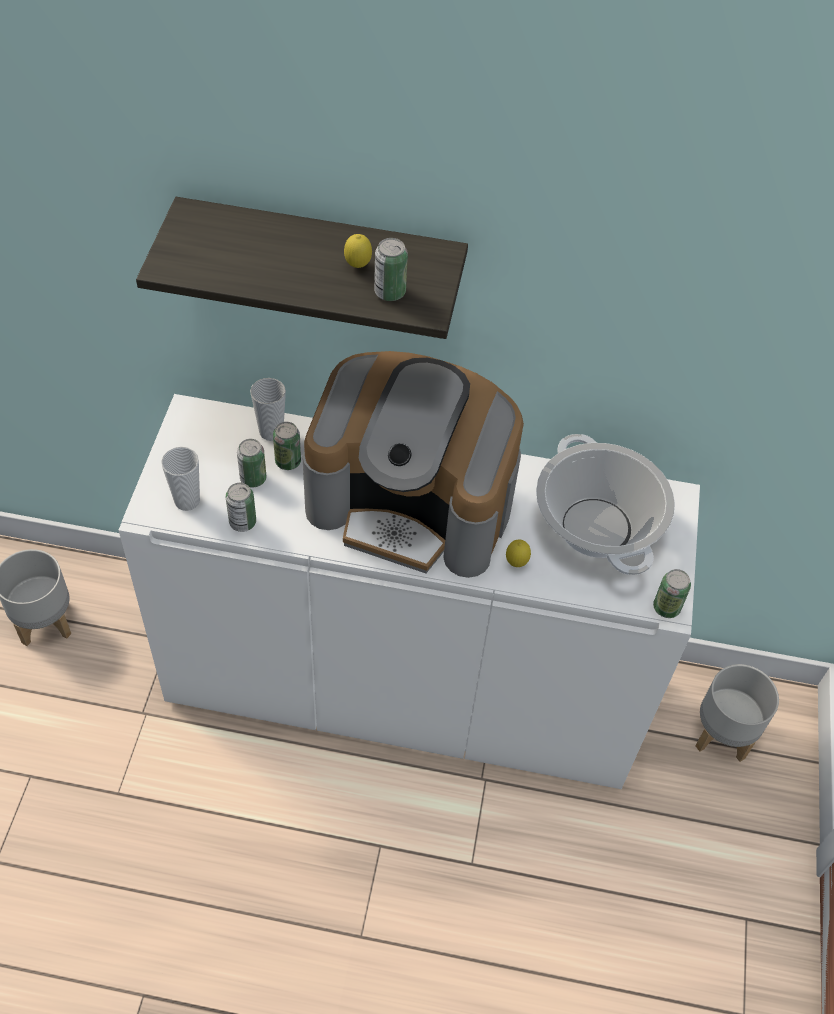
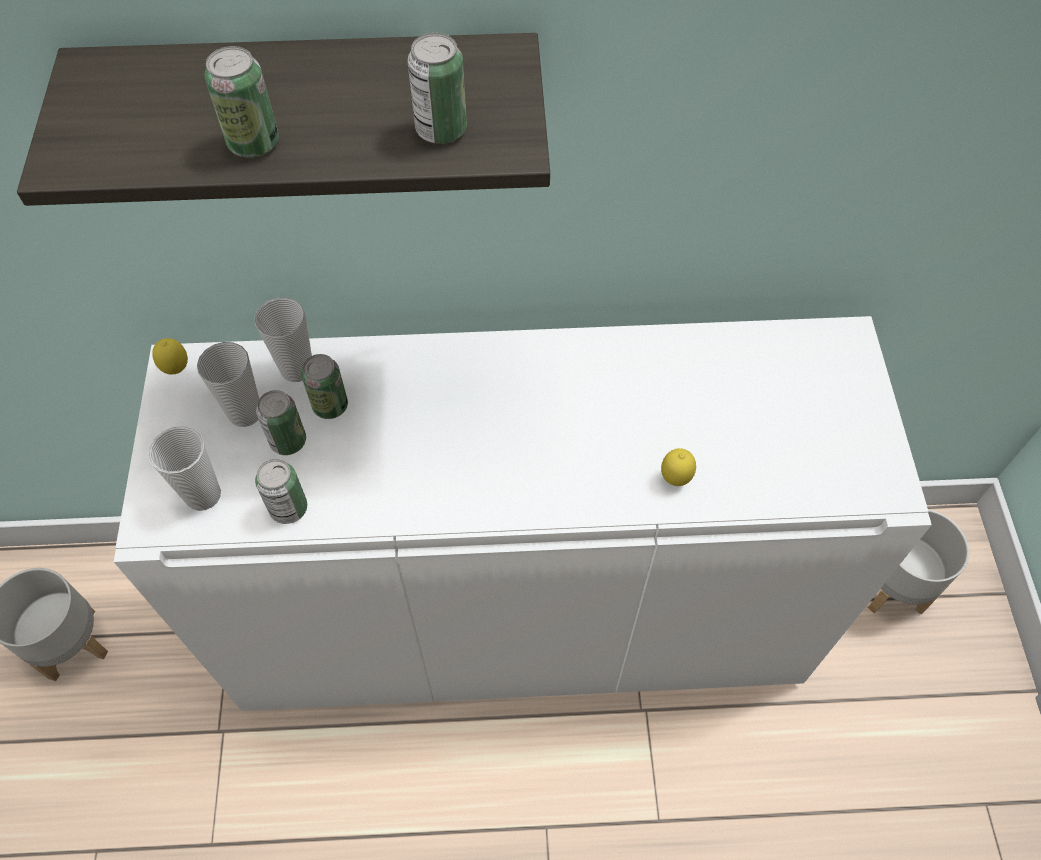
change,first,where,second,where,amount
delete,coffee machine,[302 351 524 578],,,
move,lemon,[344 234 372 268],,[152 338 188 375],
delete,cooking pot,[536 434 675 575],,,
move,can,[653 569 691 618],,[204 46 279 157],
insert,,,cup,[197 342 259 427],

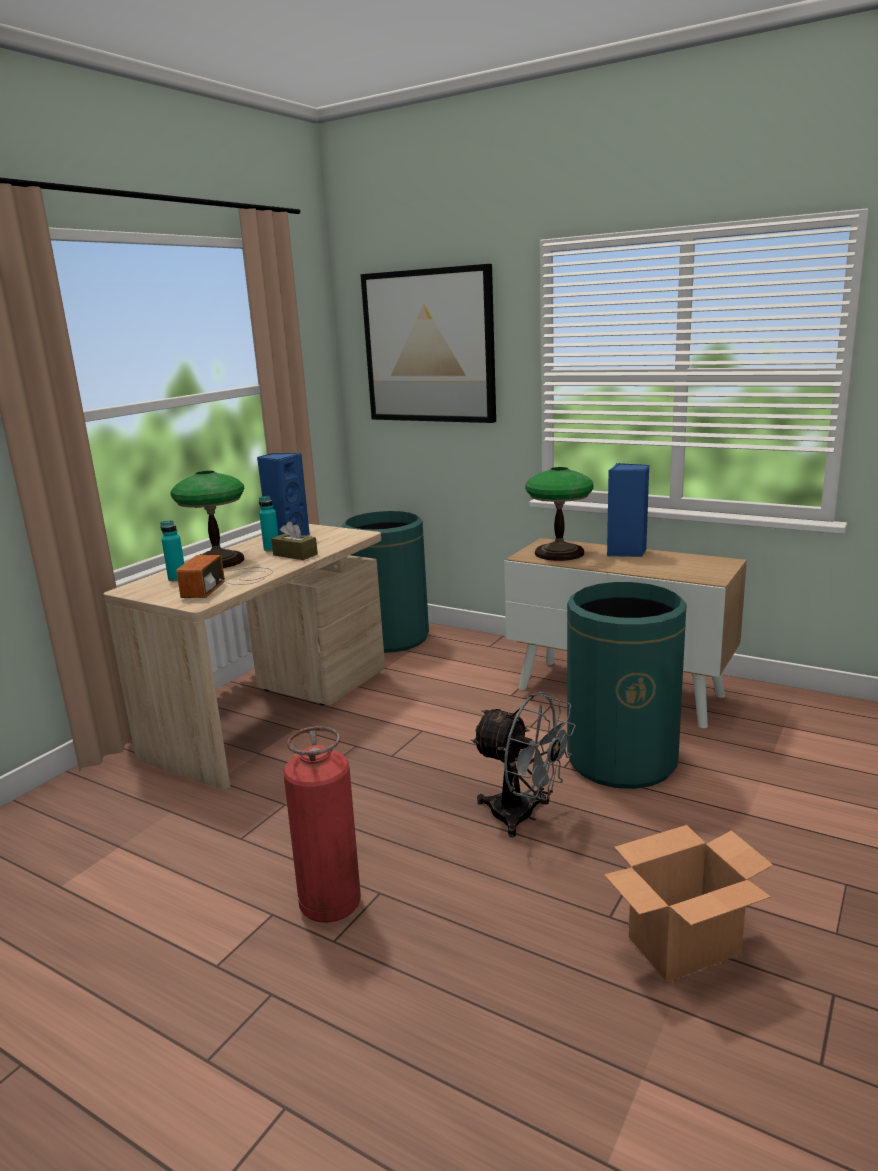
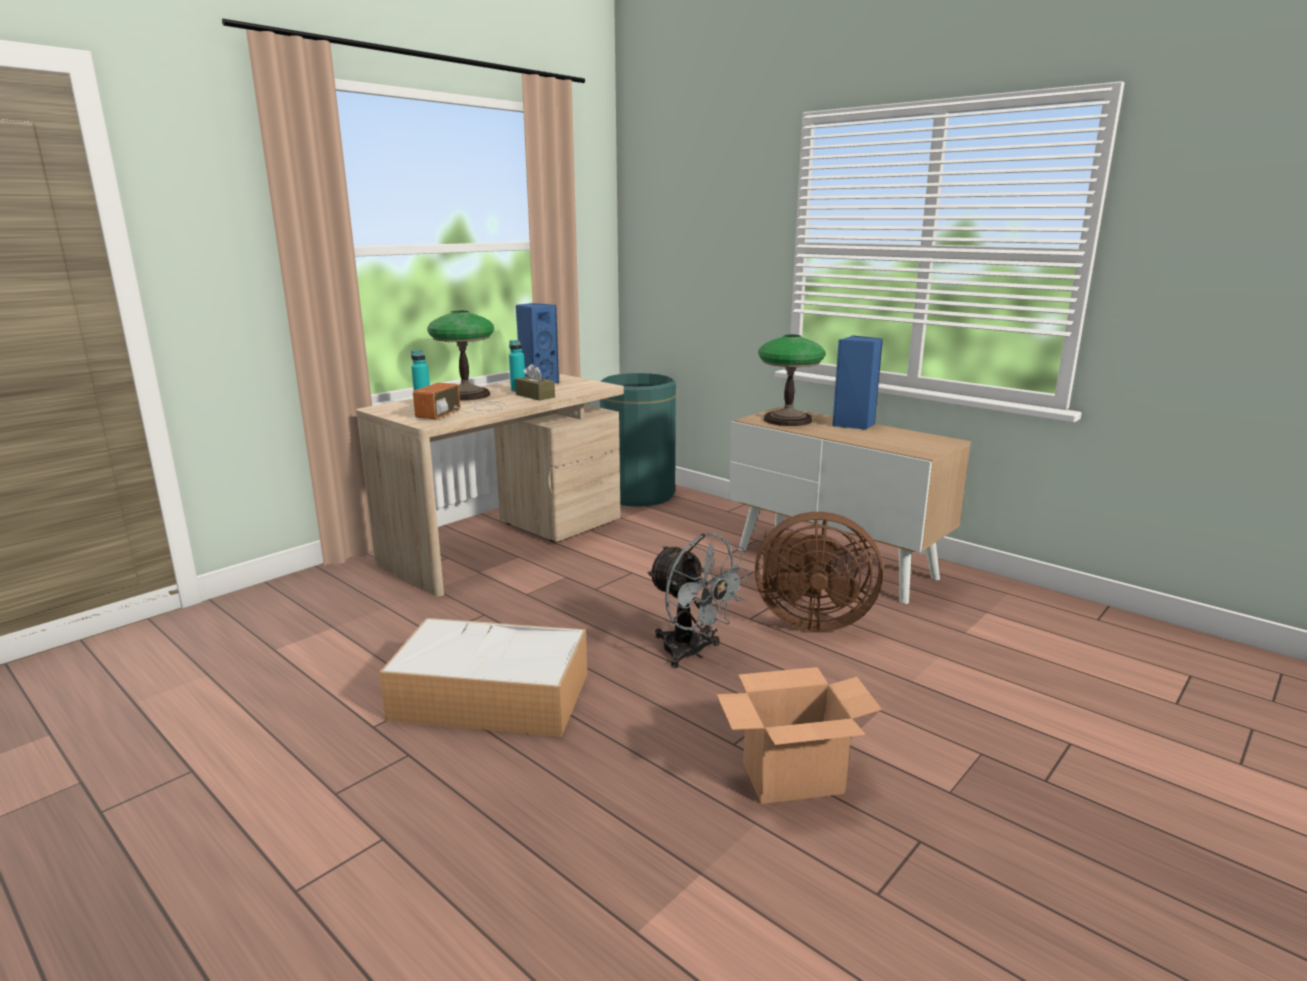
change,first,where,second,where,amount
replace,fire extinguisher,[284 726 361 922],storage box,[379 618 587 737],
delete,picture,[361 264 496 423],,,
replace,green trash can,[567 582 687 789],brown fan,[755 512 883 632],

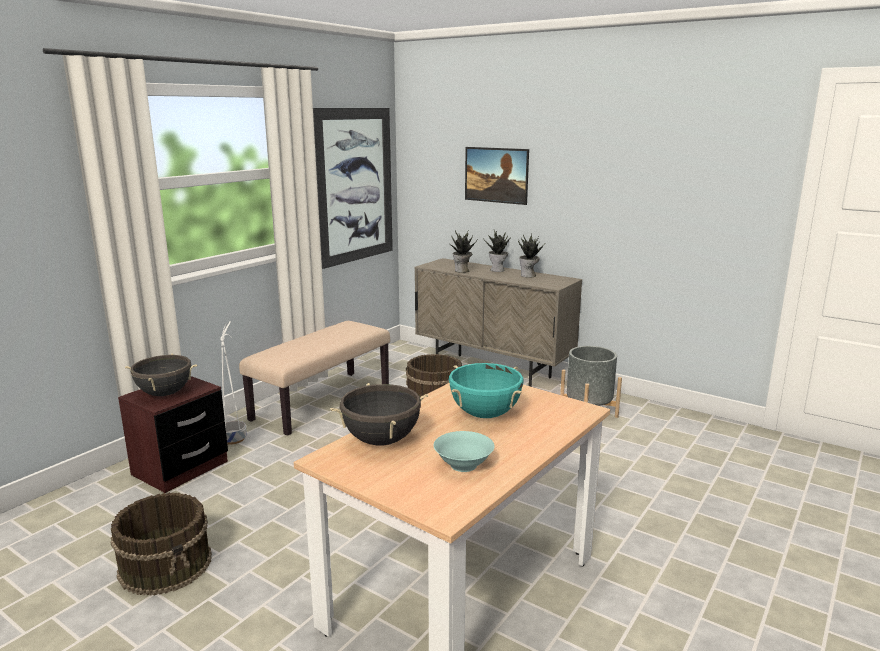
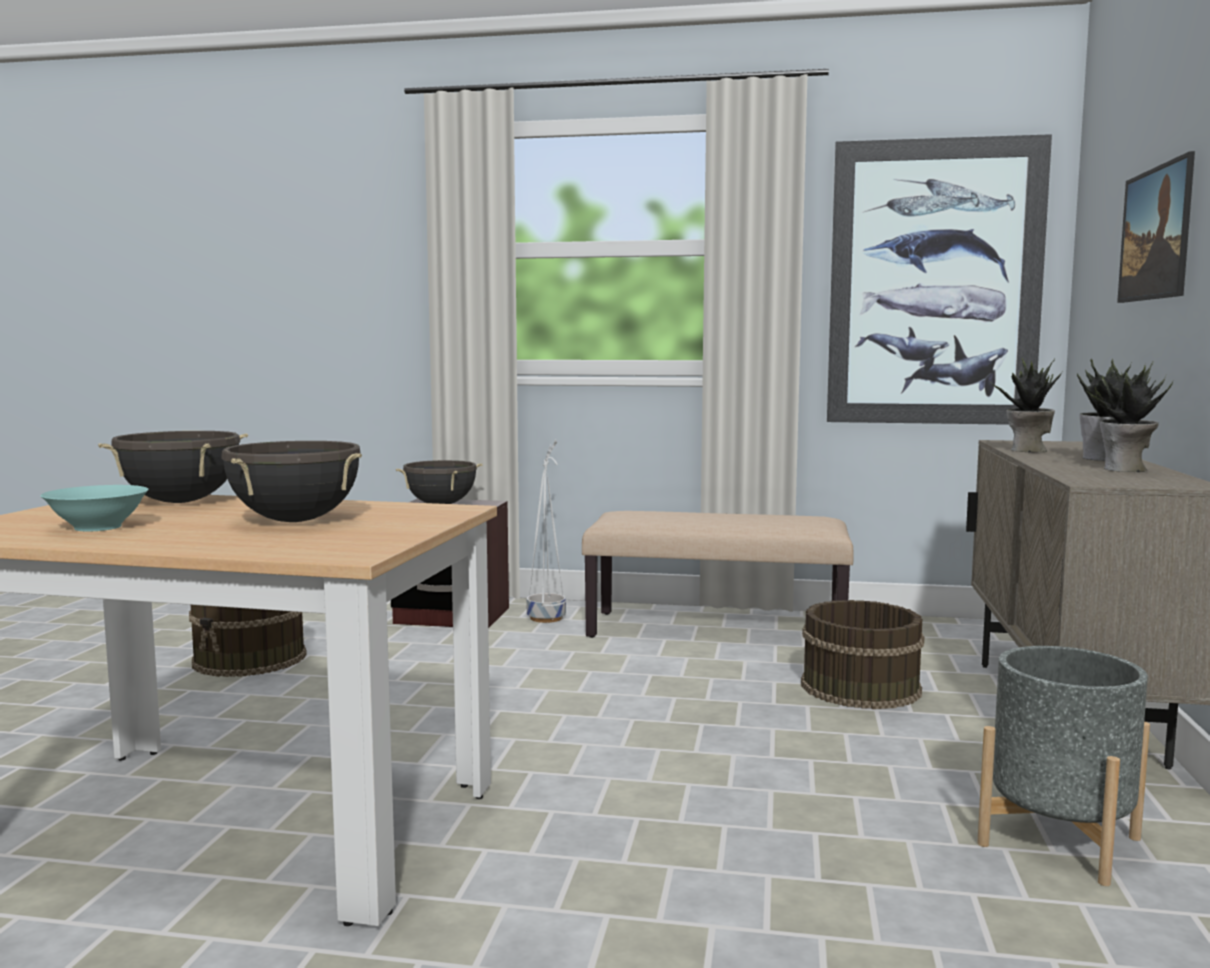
change,first,where,second,where,amount
recolor,turquoise cooking pot,[449 363 524 418],black cooking pot,[221 441 362 522],

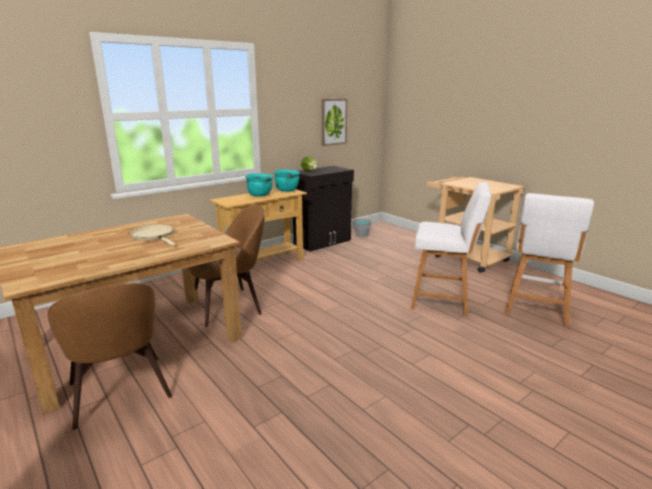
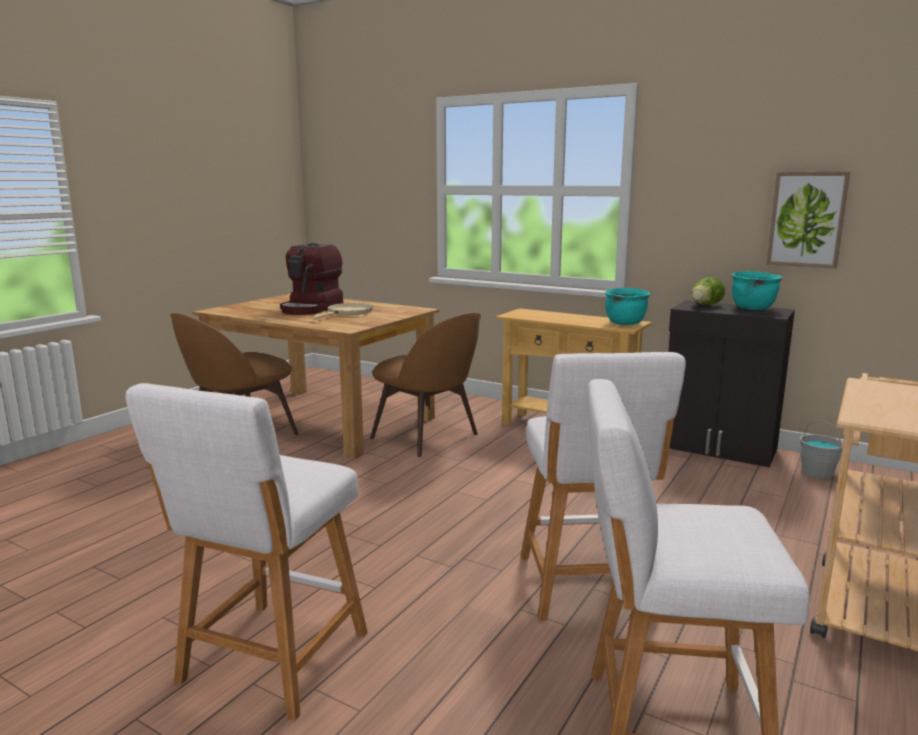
change,first,where,second,where,amount
move,turquoise cooking pot,[245 174 273 197],,[732 271 782 310],
insert,,,white stool,[126 383 368 721],
insert,,,coffee machine,[280 243 343 315],

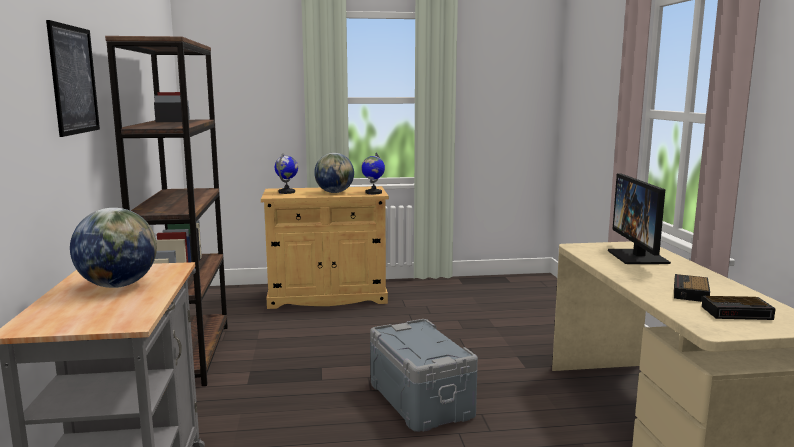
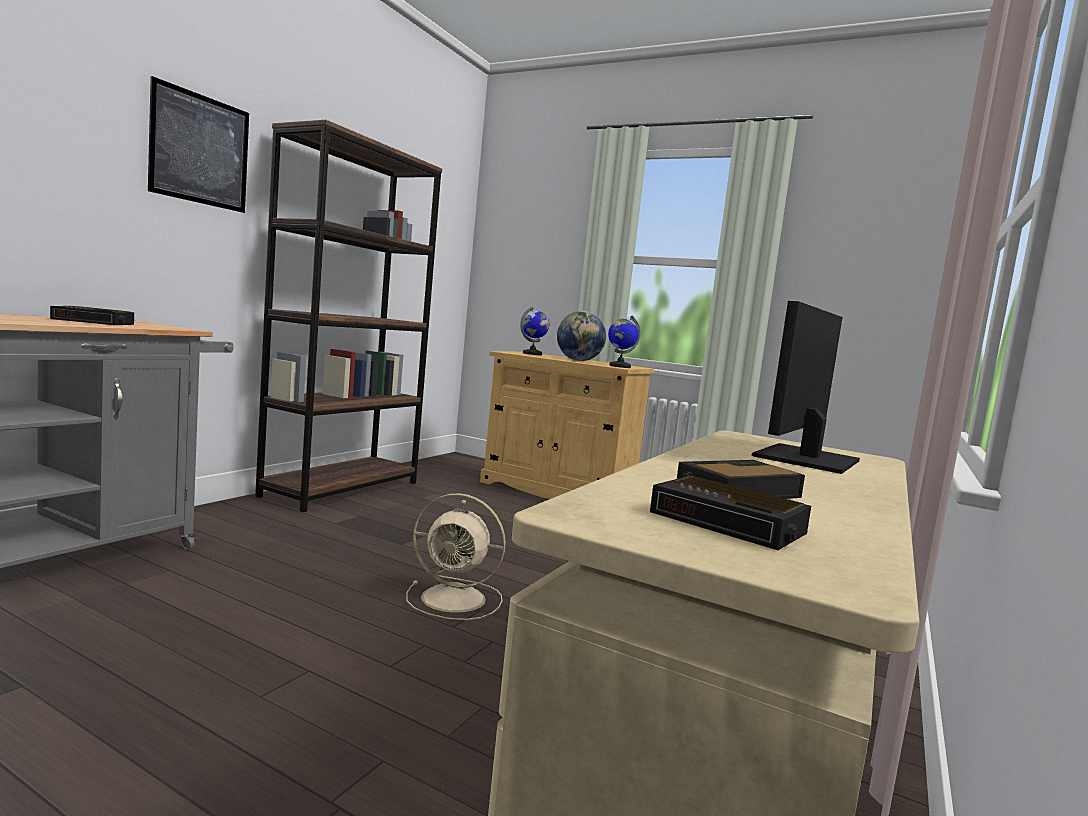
change,first,where,second,where,amount
replace,globe,[70 208 157 288],alarm clock,[50 306 134 325],
replace,grey storage box,[370 319 478 432],beige fan,[406 493 506 620],

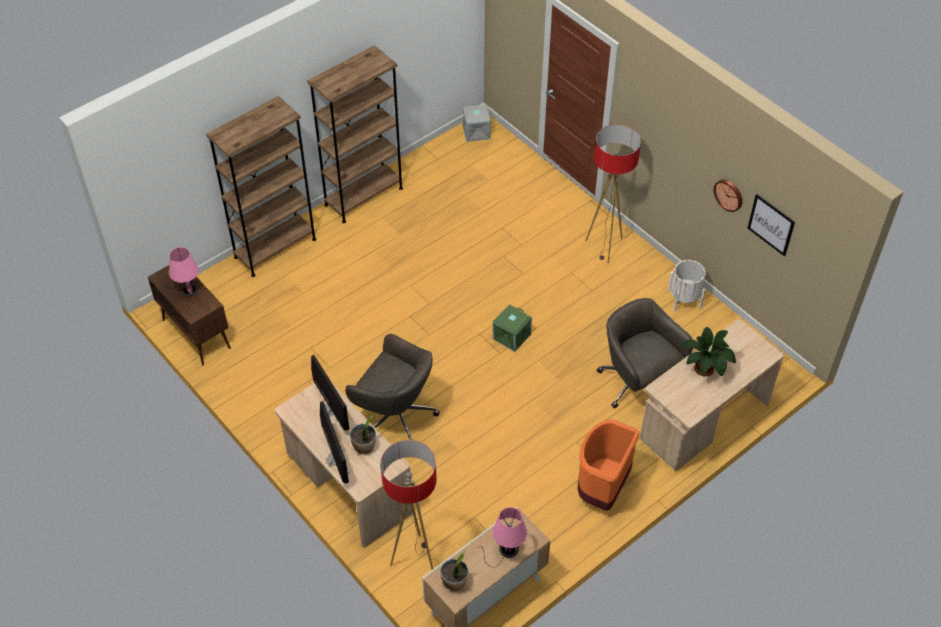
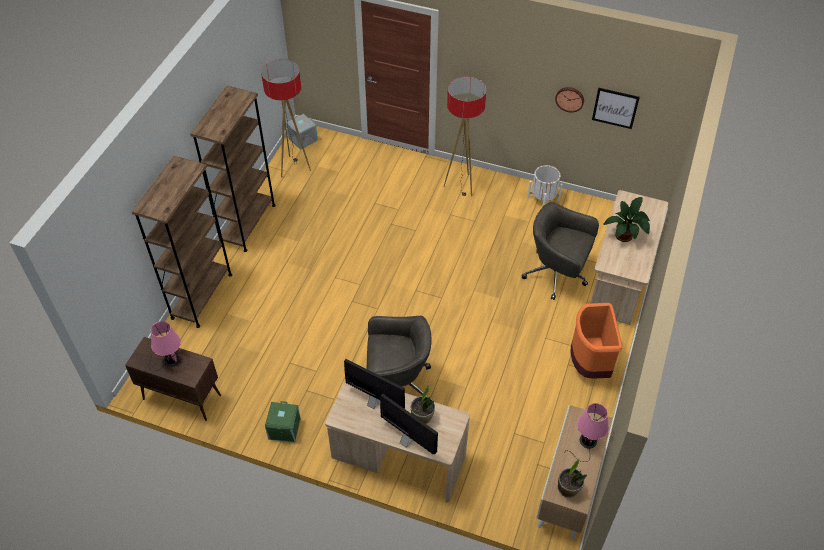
change,first,where,second,where,amount
move,floor lamp,[380 440 436 570],,[261 59 311 178],
move,green storage box,[492 304 532 352],,[265 401 301 443],

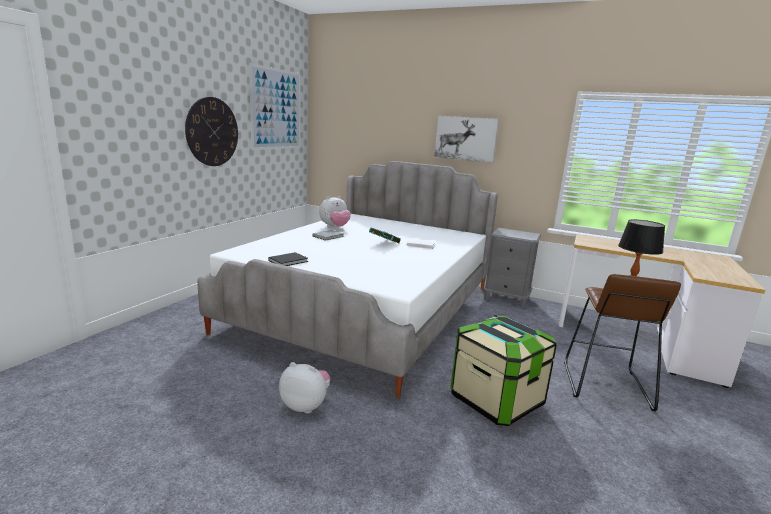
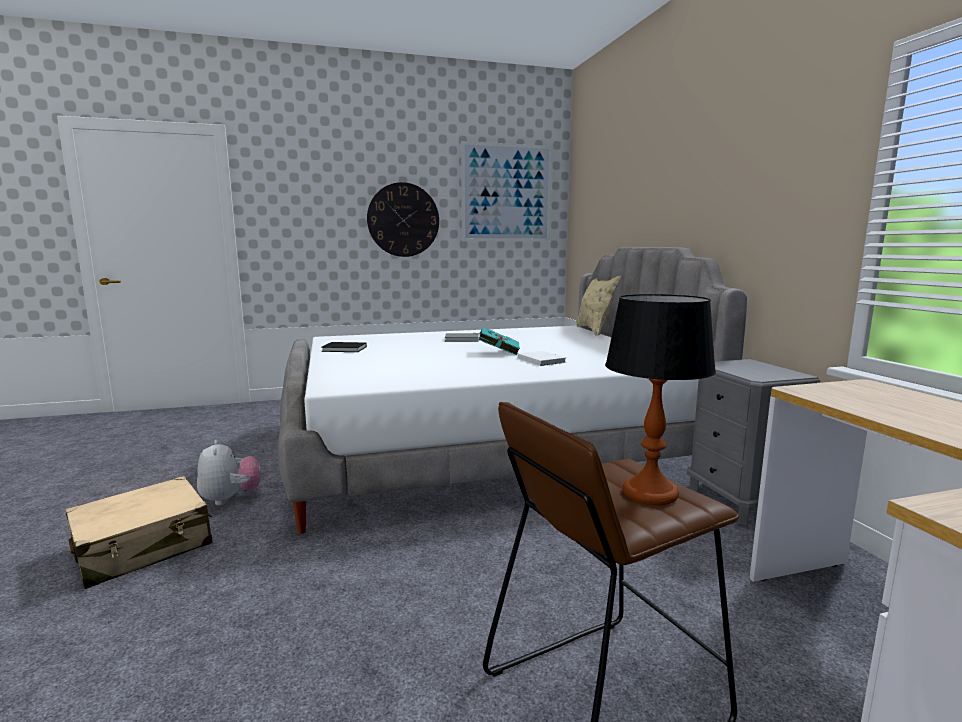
change,first,where,second,where,amount
delete,plush toy,[319 196 351 227],,,
delete,picture,[434 116 499 163],,,
delete,storage box,[451 315 557 426],,,
insert,,,beige suitcase,[66 476 213 589],
insert,,,beige pillow,[576 276 621 337],

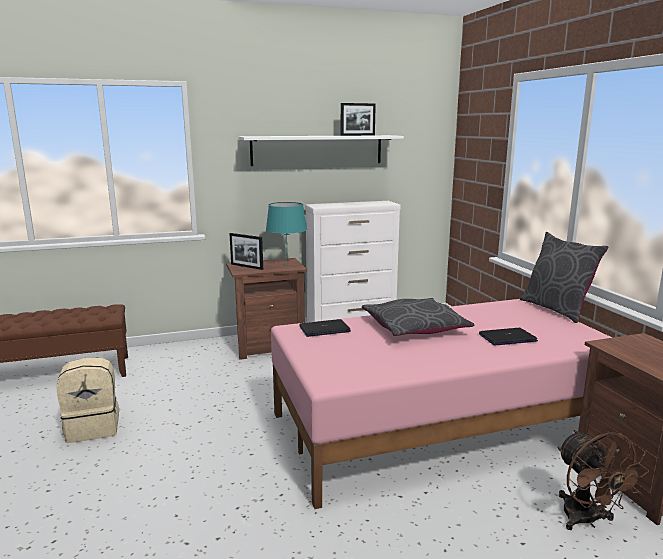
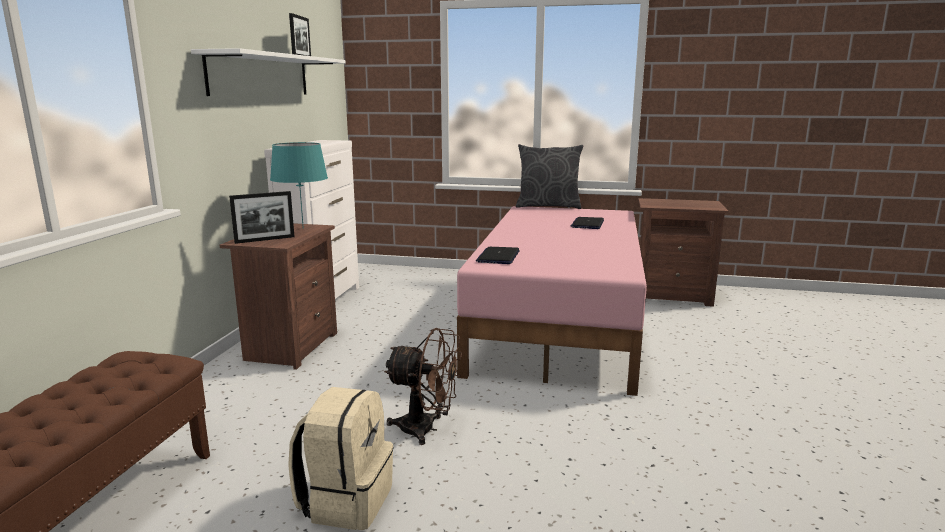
change,first,where,second,where,amount
delete,grey pillow,[362 298 474 336],,,
move,brown fan,[558 430 649 530],,[384 328 462 445],

